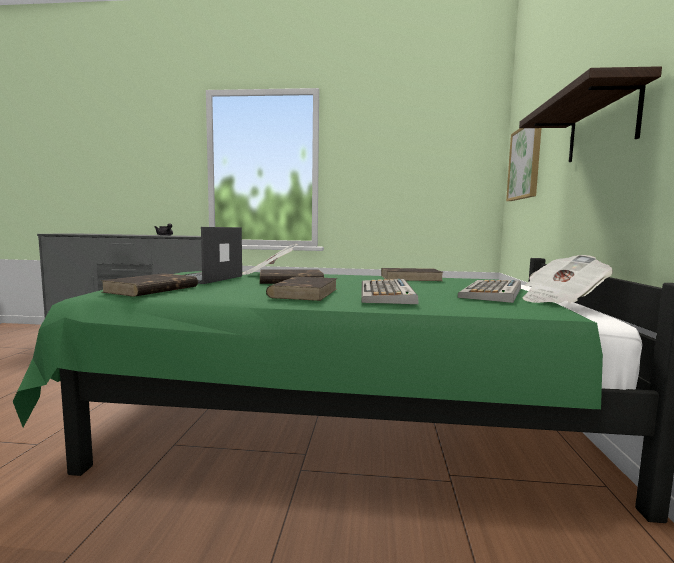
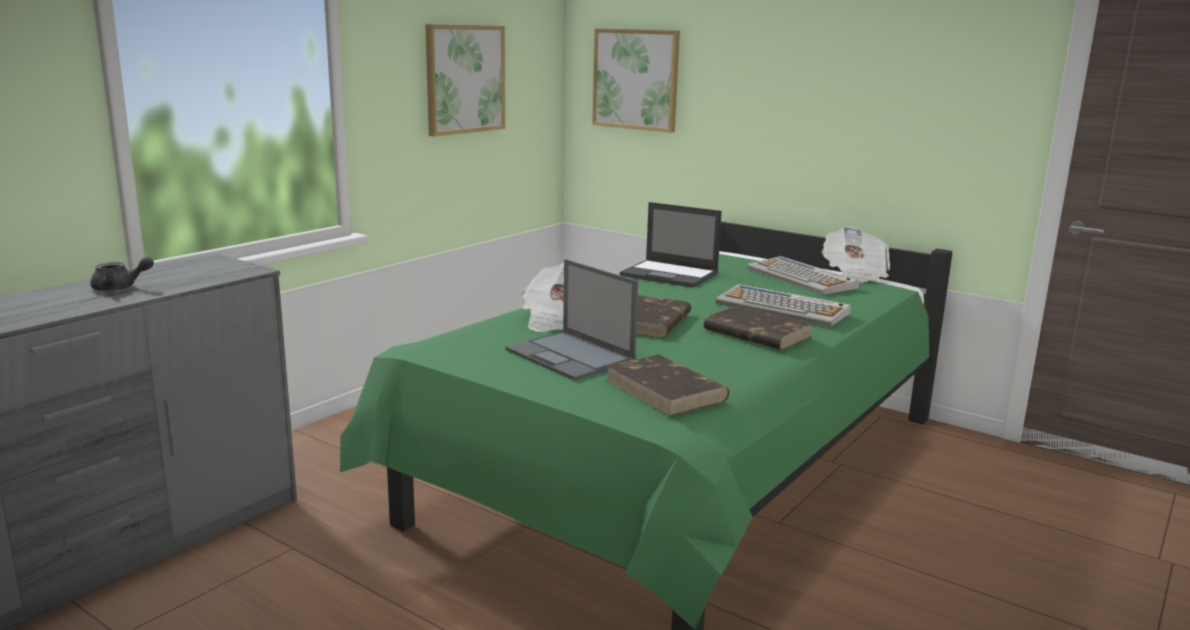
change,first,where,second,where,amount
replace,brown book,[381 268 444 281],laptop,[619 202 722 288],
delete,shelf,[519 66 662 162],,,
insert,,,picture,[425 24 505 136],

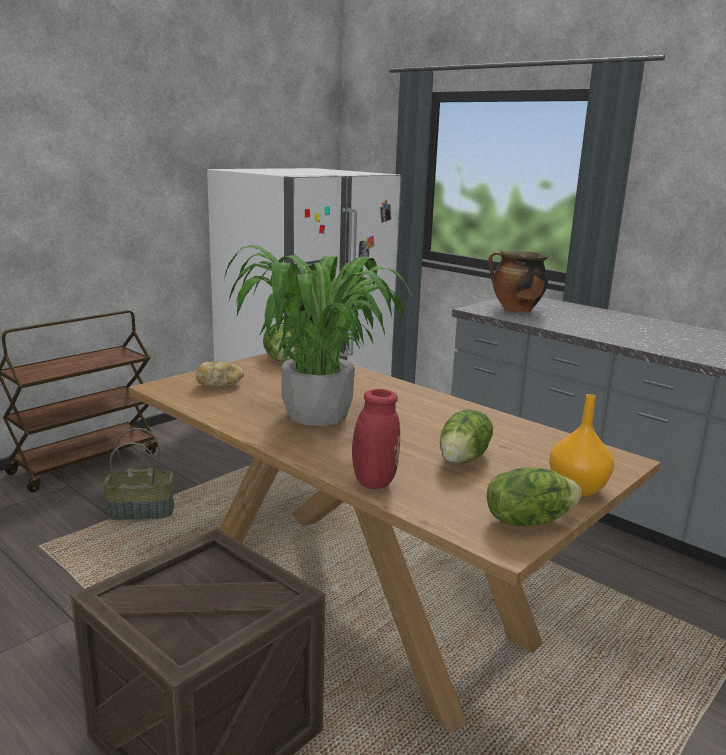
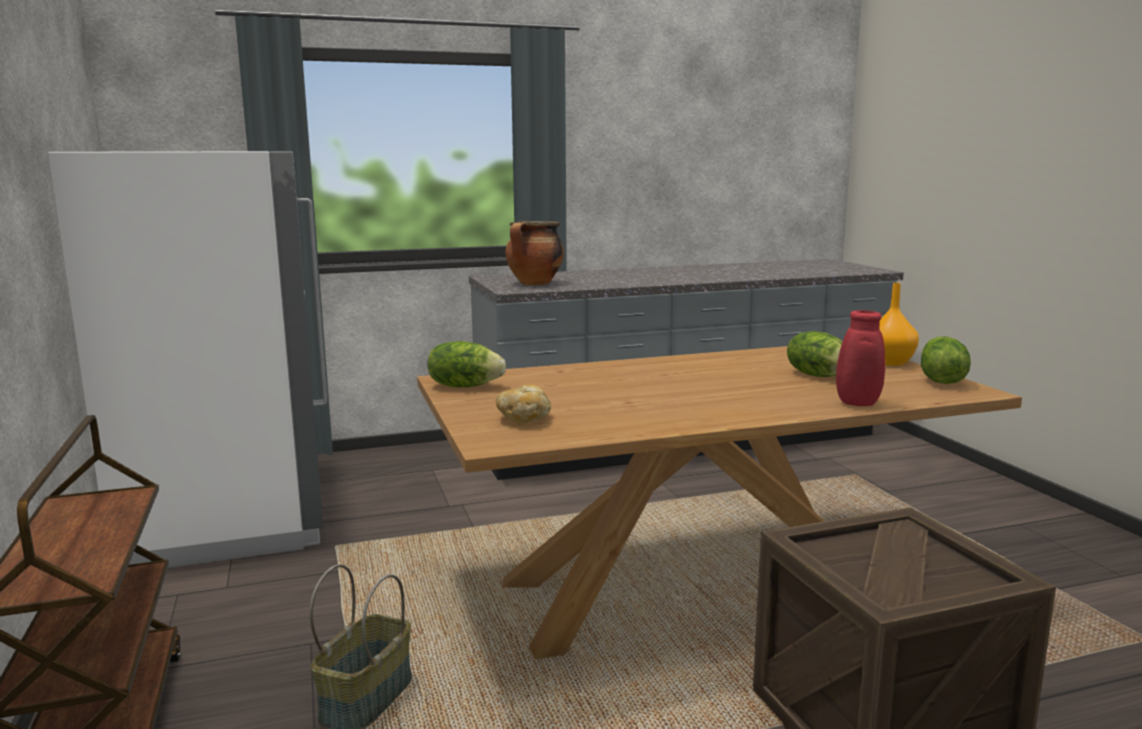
change,first,where,second,where,amount
delete,potted plant,[224 245 415 426],,,

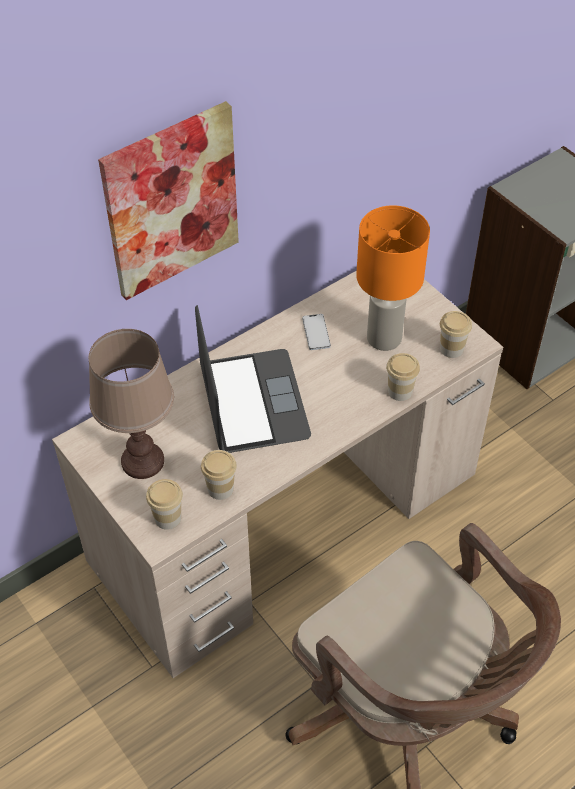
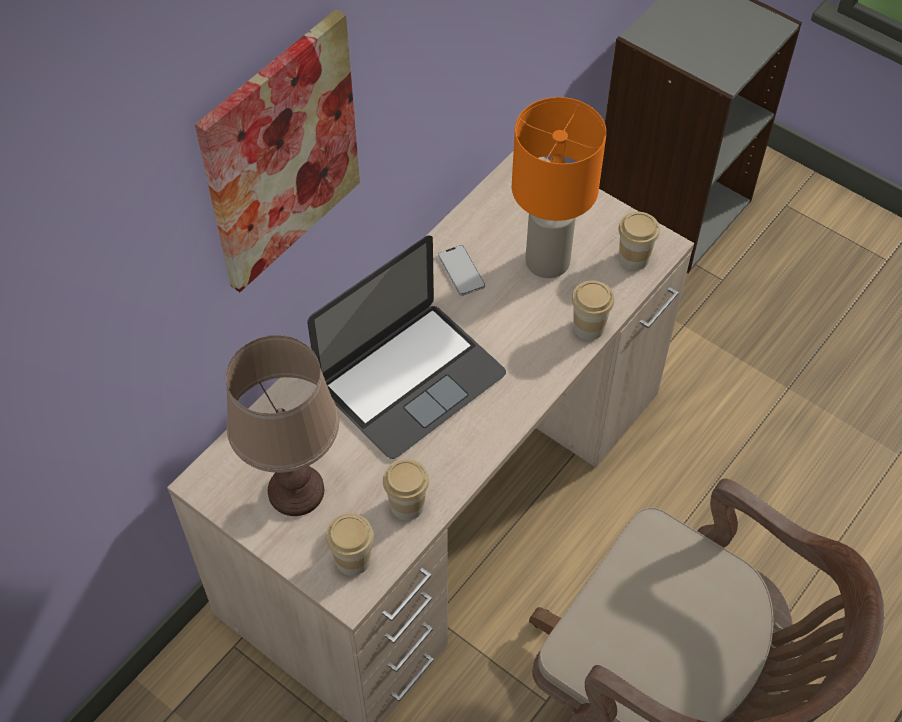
change,first,where,second,where,amount
rotate,laptop,[195 305 311 453],,[307 235 506 459],75 degrees clockwise

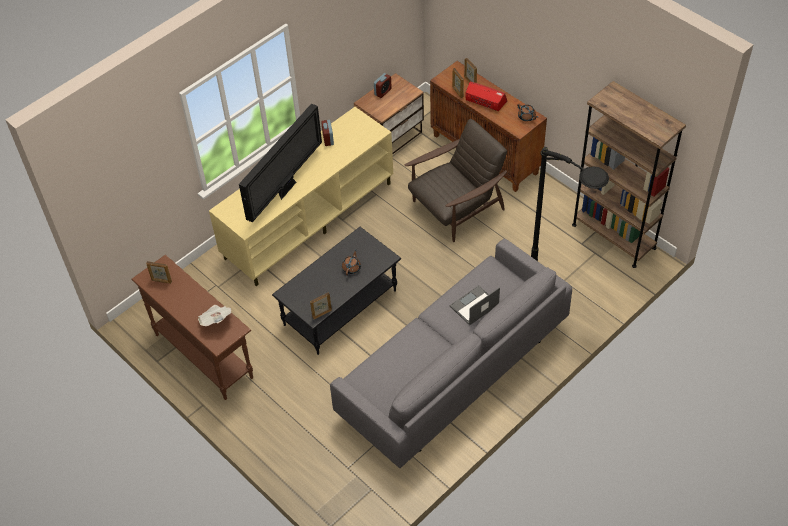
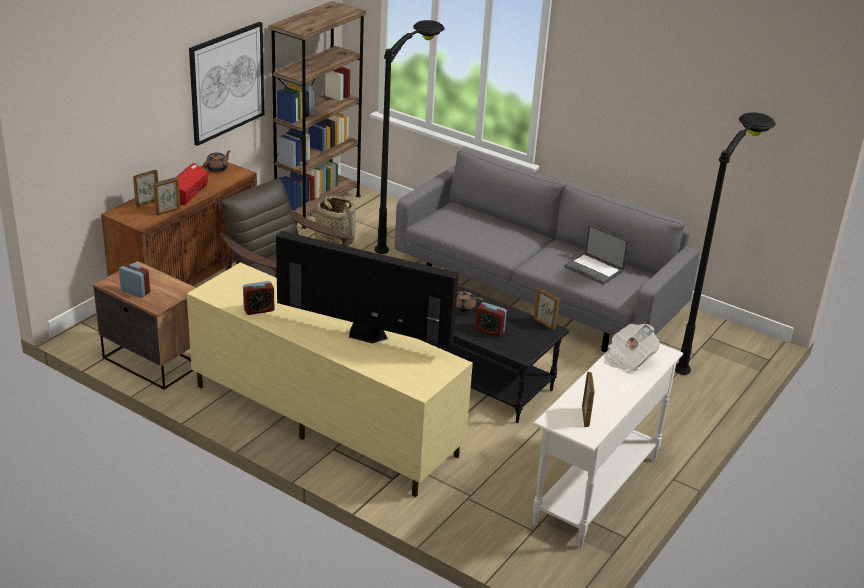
change,first,where,second,where,amount
recolor,brown console table,[131 255 253 400],white console table,[533 344 683 548],
move,laptop,[450 285 500 325],,[564 224 628 285],
insert,,,picture,[189 22 264 146],
insert,,,basket,[314 196 356 246],
insert,,,alarm clock,[475 302 507 337],
insert,,,black floor lamp,[675 112 776 375],

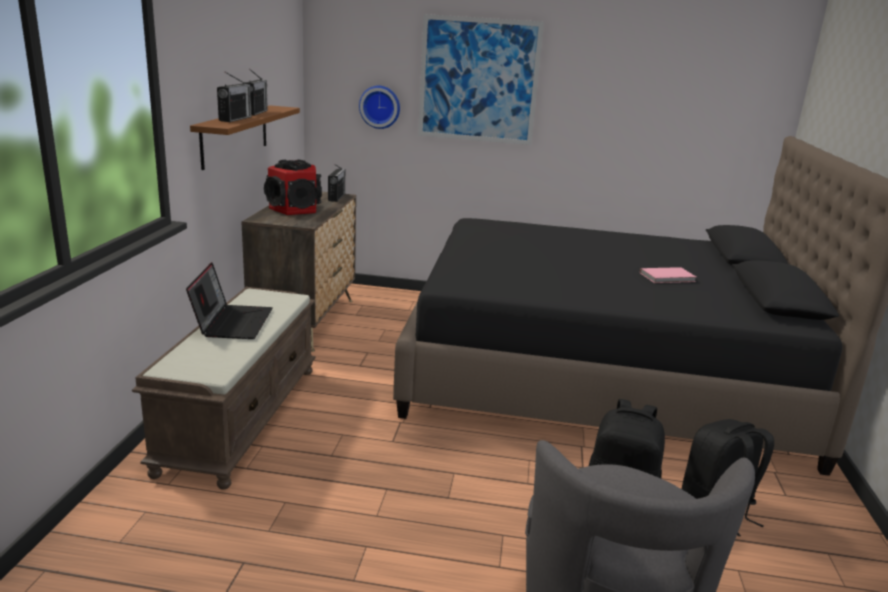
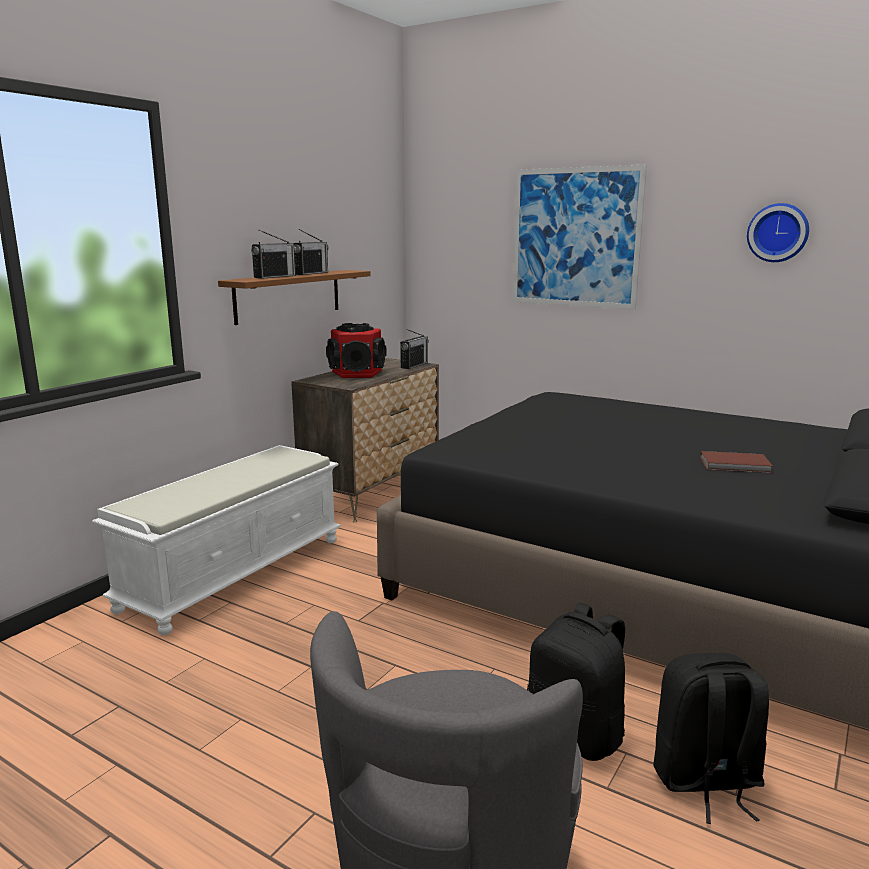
change,first,where,second,where,amount
recolor,brown bench,[132 287 316 490],white bench,[92 445 341 635],
delete,laptop,[186 262 272 339],,,
move,wall clock,[359 86 400 129],,[747 203 809 262],
recolor,pink book,[640 267 696 283],brown book,[700 451 773 473],

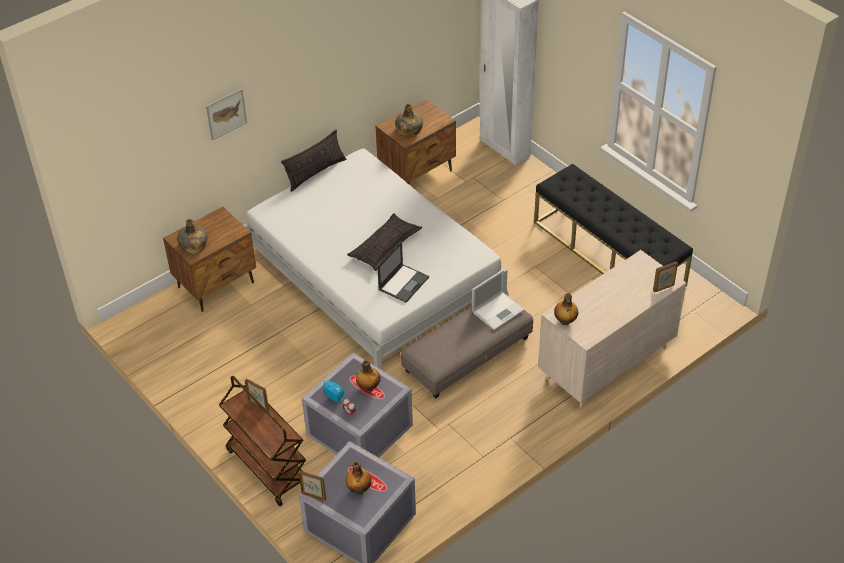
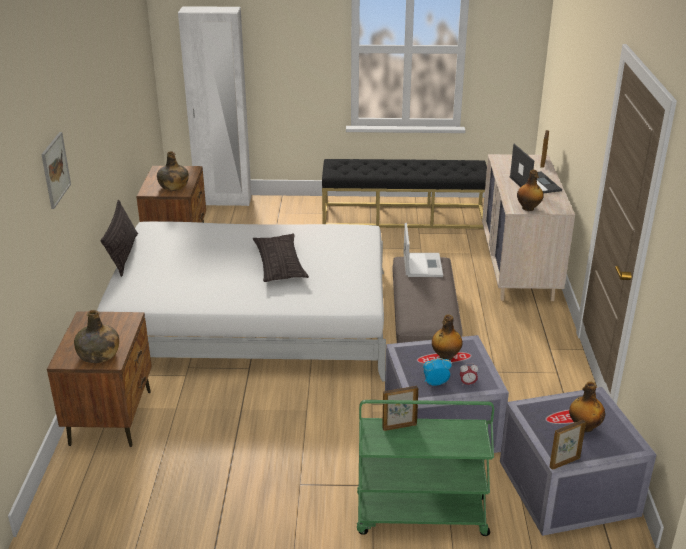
change,first,where,second,where,amount
recolor,brown cart,[219 376 306 506],green cart,[357 400 494 536],
move,laptop,[377 241 429 303],,[510 144 562 194],

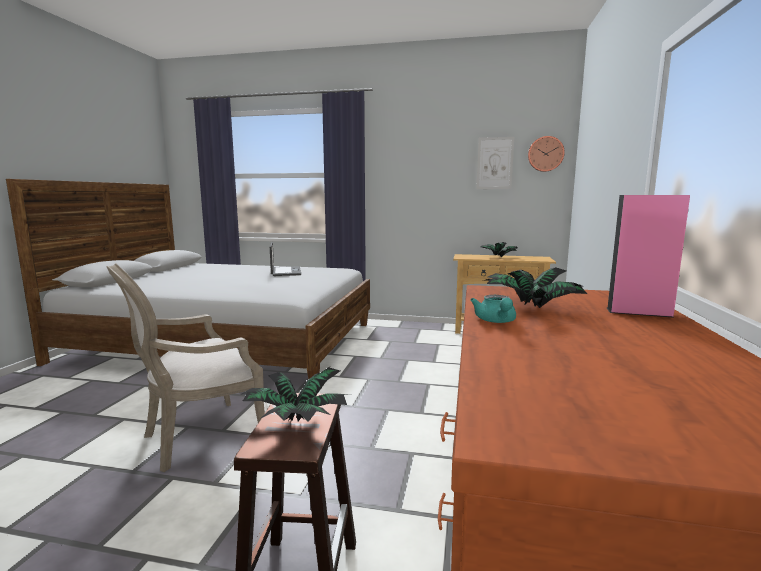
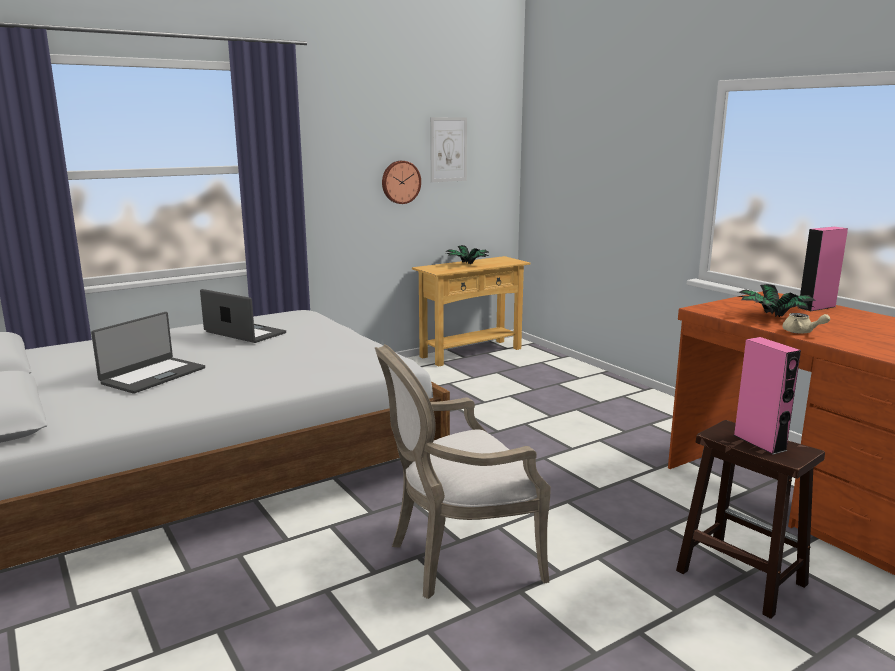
change,first,where,second,where,amount
rotate,armchair,[106 264 265 472],,[375 344 551 599],60 degrees clockwise
replace,potted plant,[240 366 350 422],pink speaker,[734 337 801 455],
recolor,turquoise teapot,[470 295 516 323],beige teapot,[782 313 830 334],
move,wall clock,[528 136 565 172],,[382 161 421 204],
insert,,,laptop,[91 312 205 394],

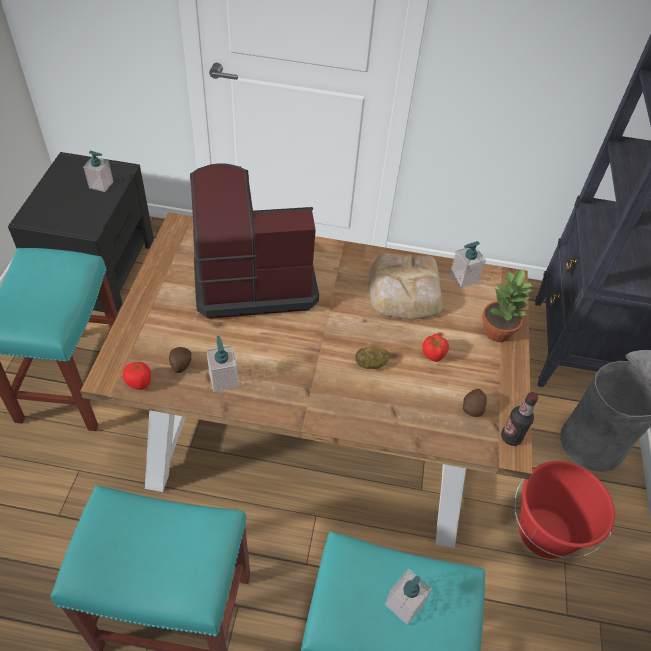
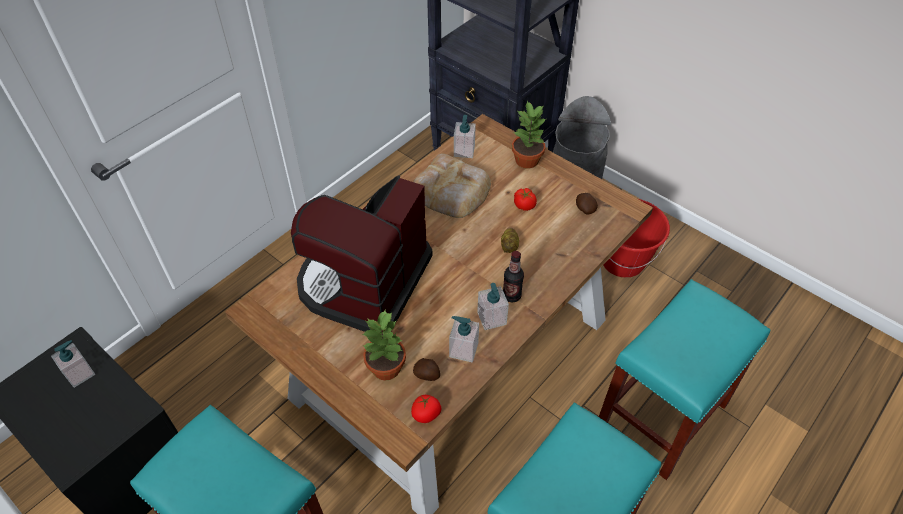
change,first,where,second,where,amount
move,soap dispenser,[385 568 432 625],,[477 283 509 330],
move,bottle,[501 392 538 446],,[503 251 524 302],
insert,,,potted plant,[362 309 406 381],

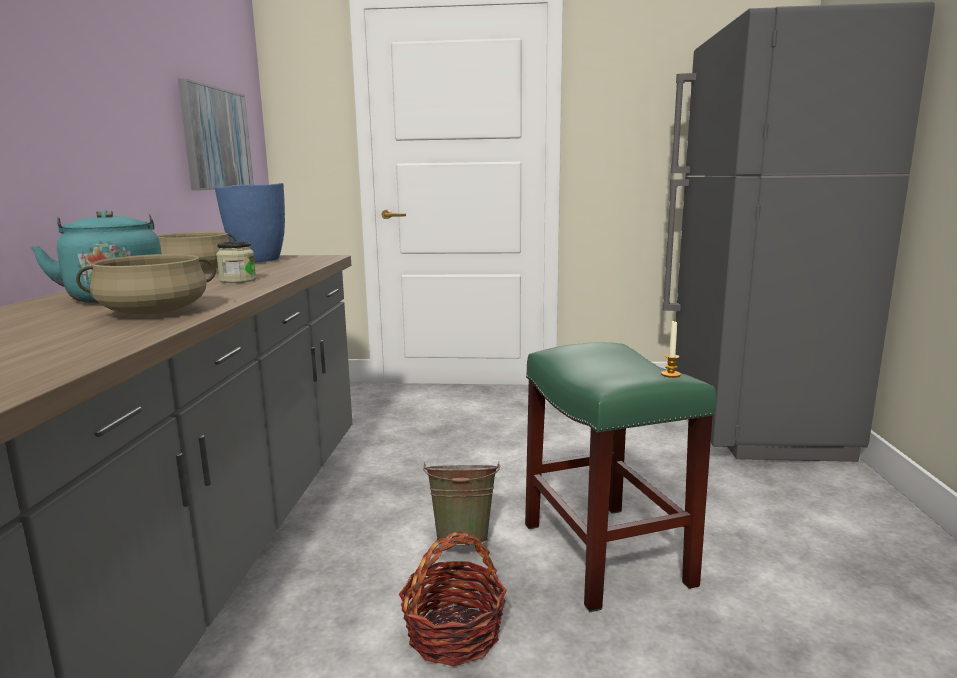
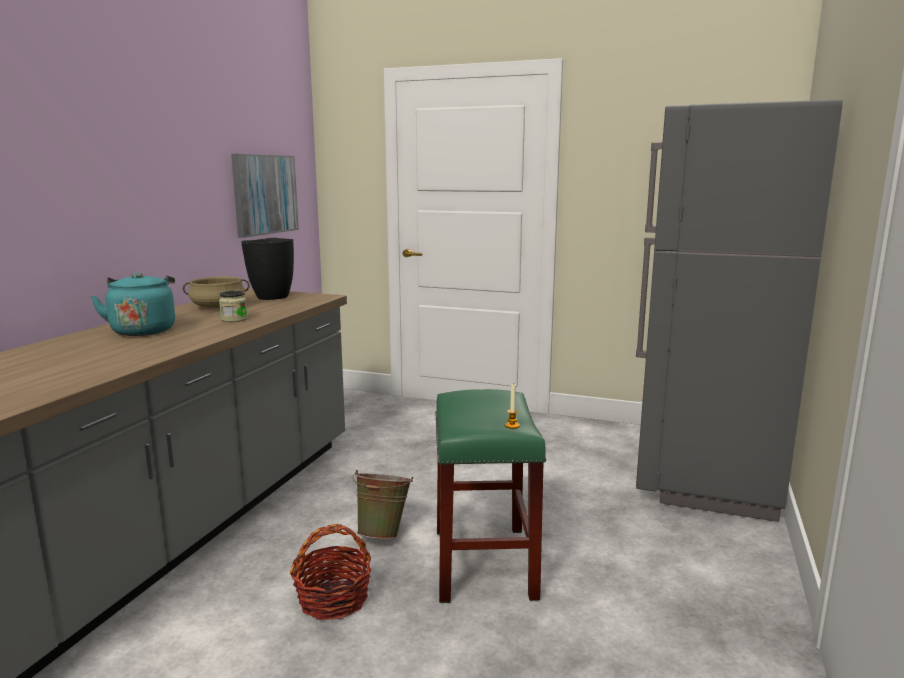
change,first,where,second,where,amount
delete,beige cooking pot,[76 254 216 315],,,
recolor,blue vase,[215 183 285 262],black vase,[241 238 294 300],

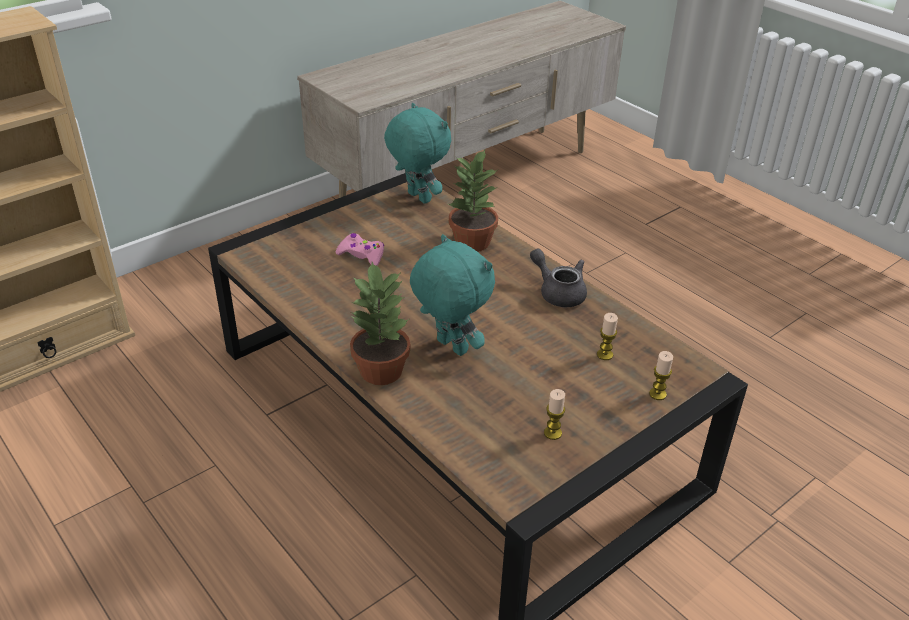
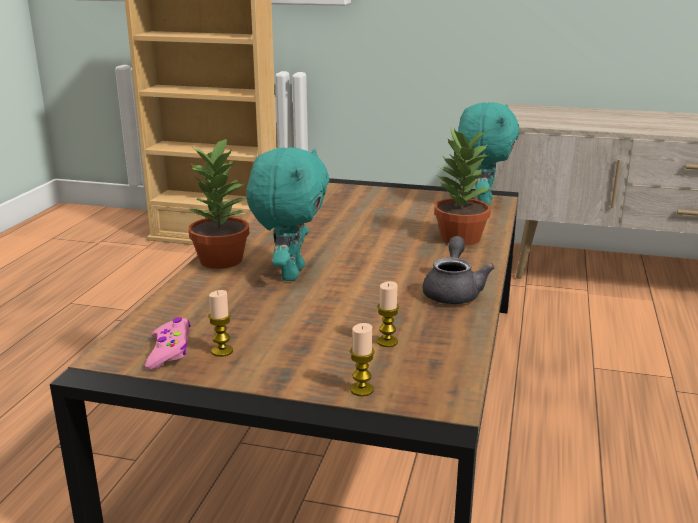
change,first,where,second,where,amount
move,pink game controller,[336 233 384 266],,[145 317 191 370],

